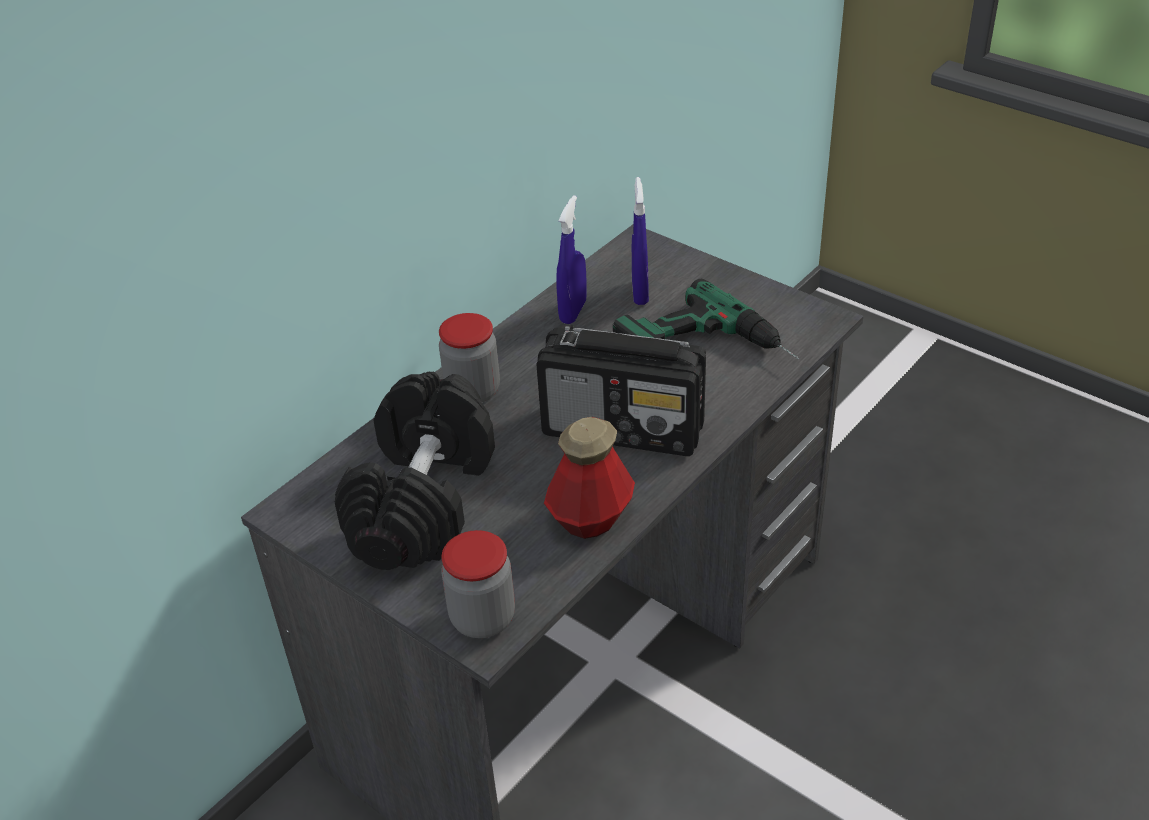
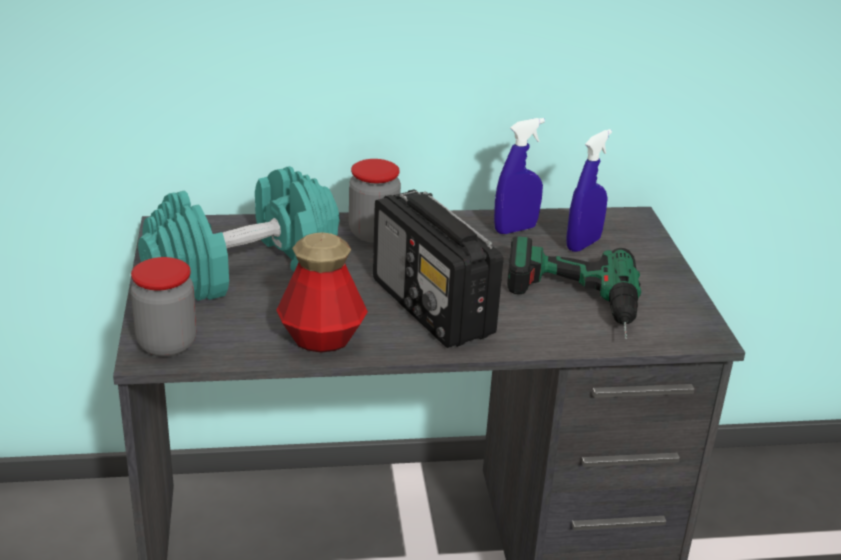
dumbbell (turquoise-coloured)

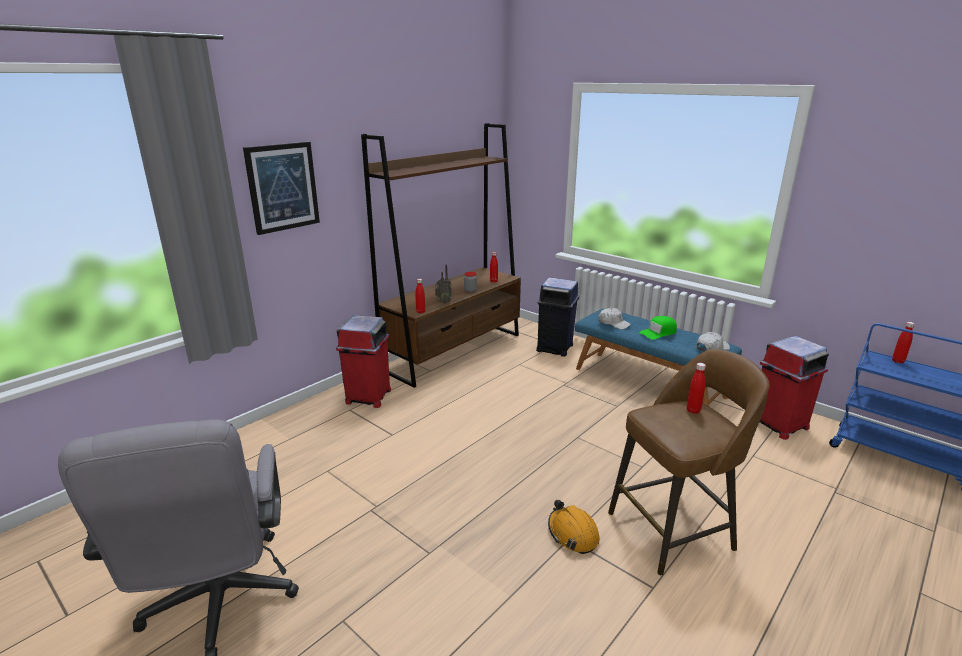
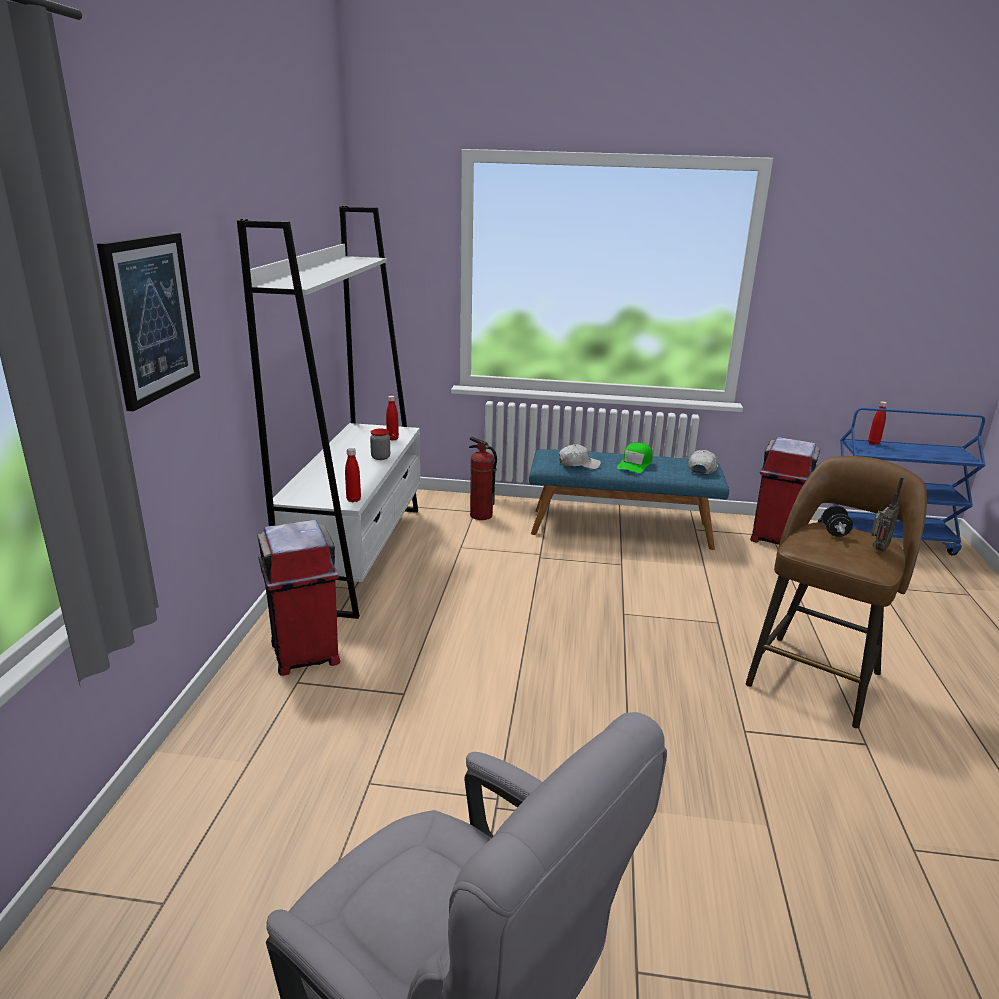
bookcase (white-coloured); radio receiver; fire-fighting cylinder; dumbbell (black); work helmet (orangey)

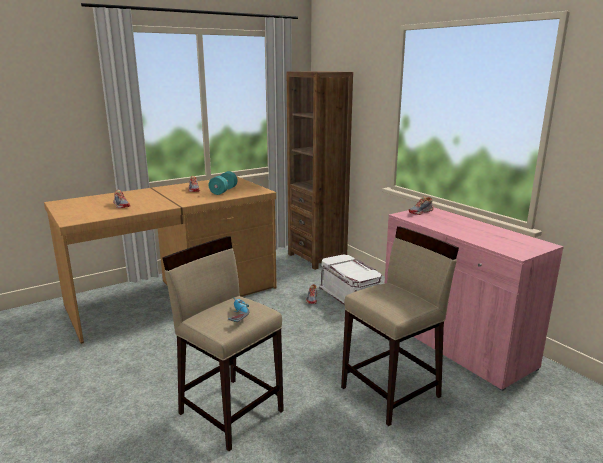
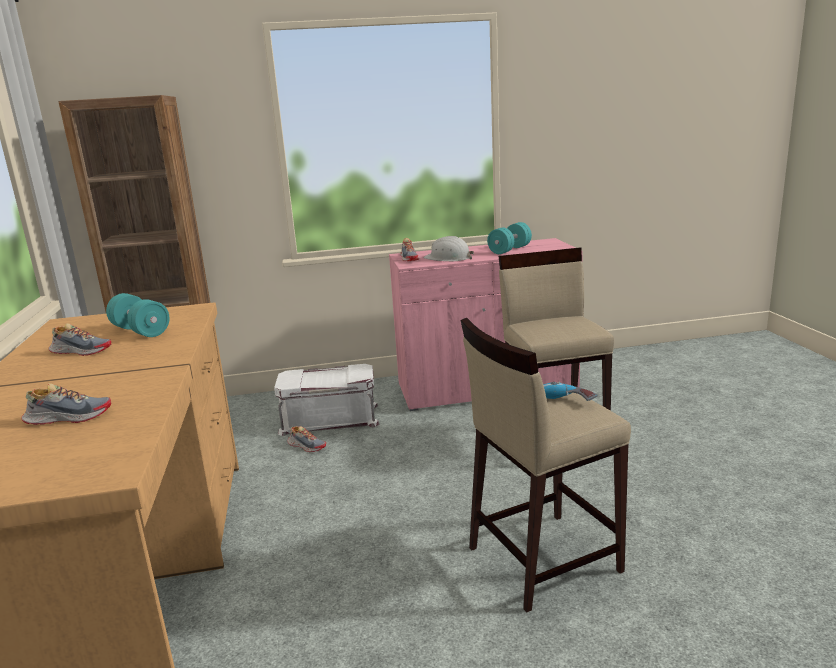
dumbbell (turquoise-coloured) (no. 2 from left); work helmet (white-coloured)

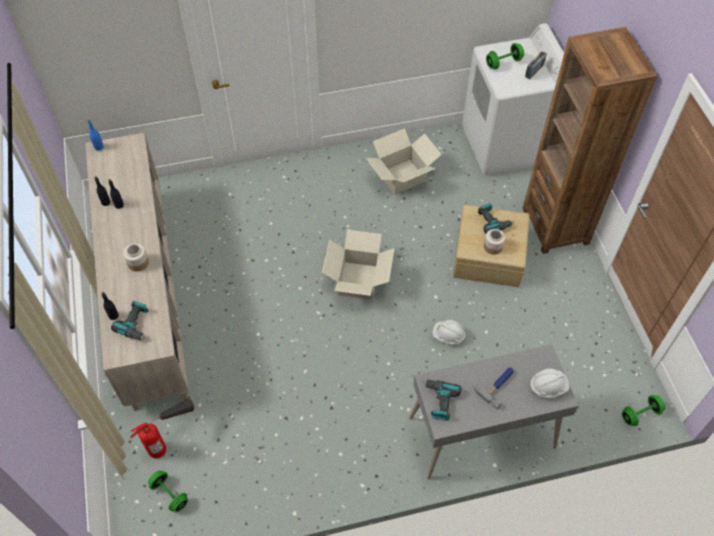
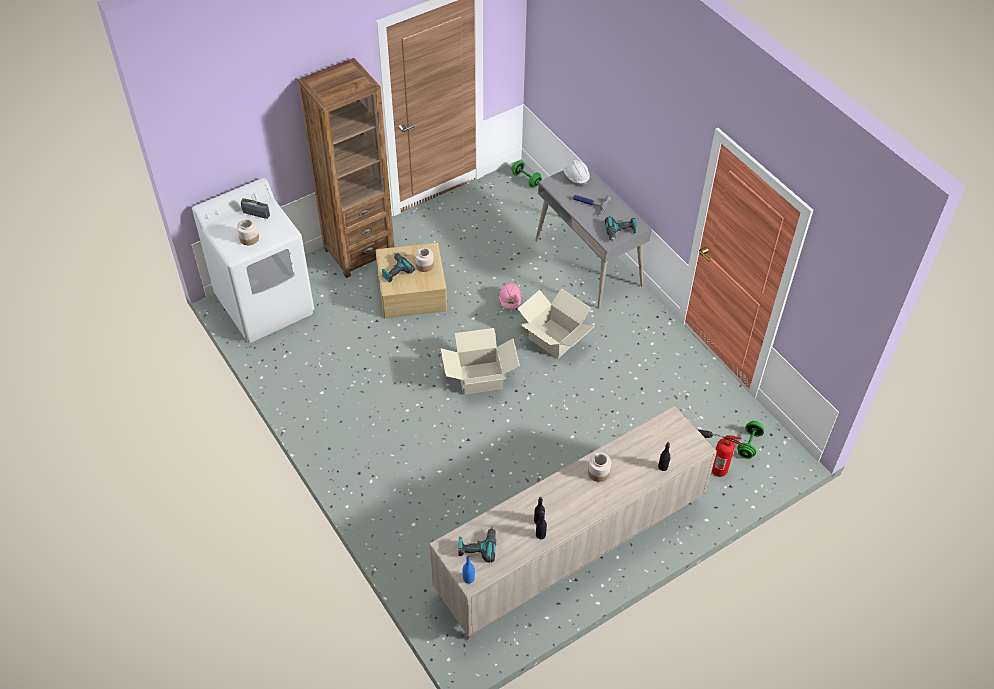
jar (no. 1 from left); packing box (no. 2 from left); power drill (no. 2 from left); work helmet (pink-coloured)

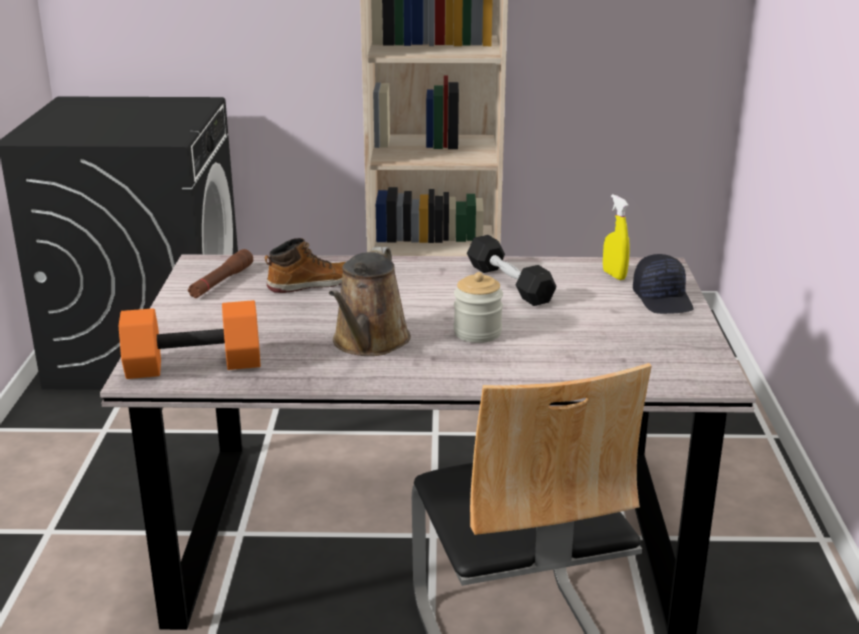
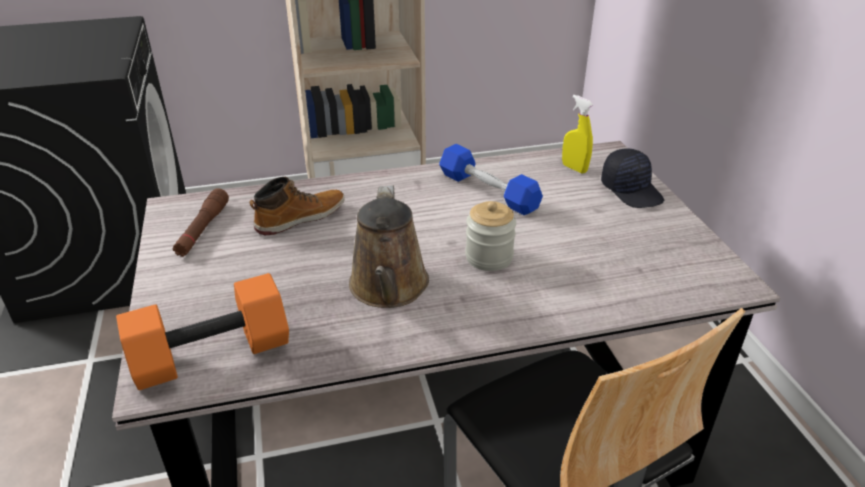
dumbbell (bluish)

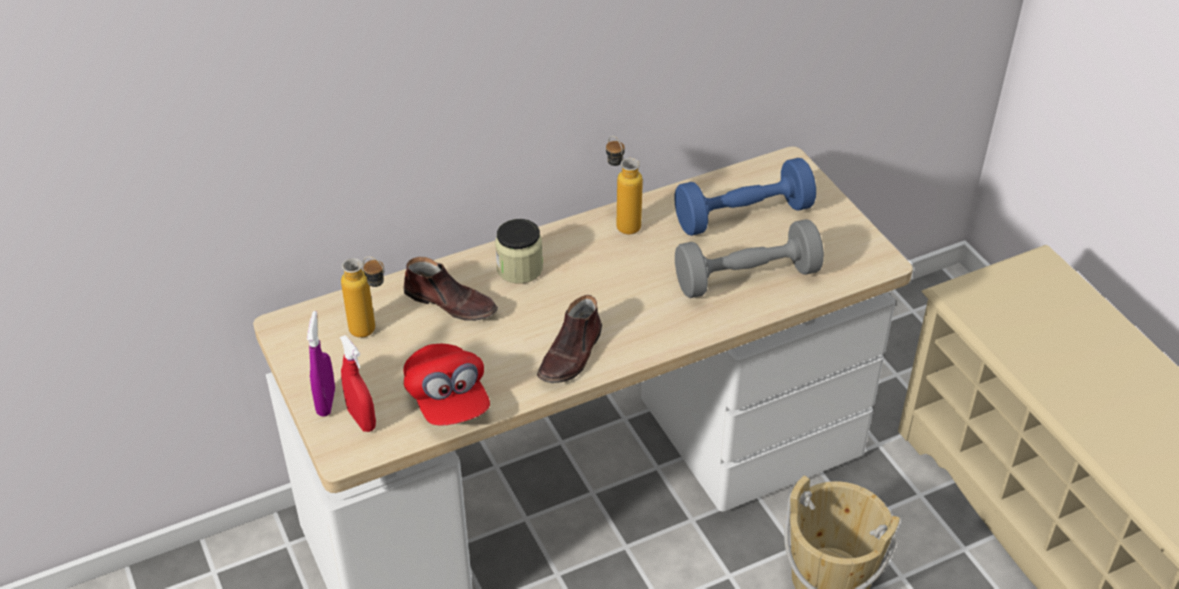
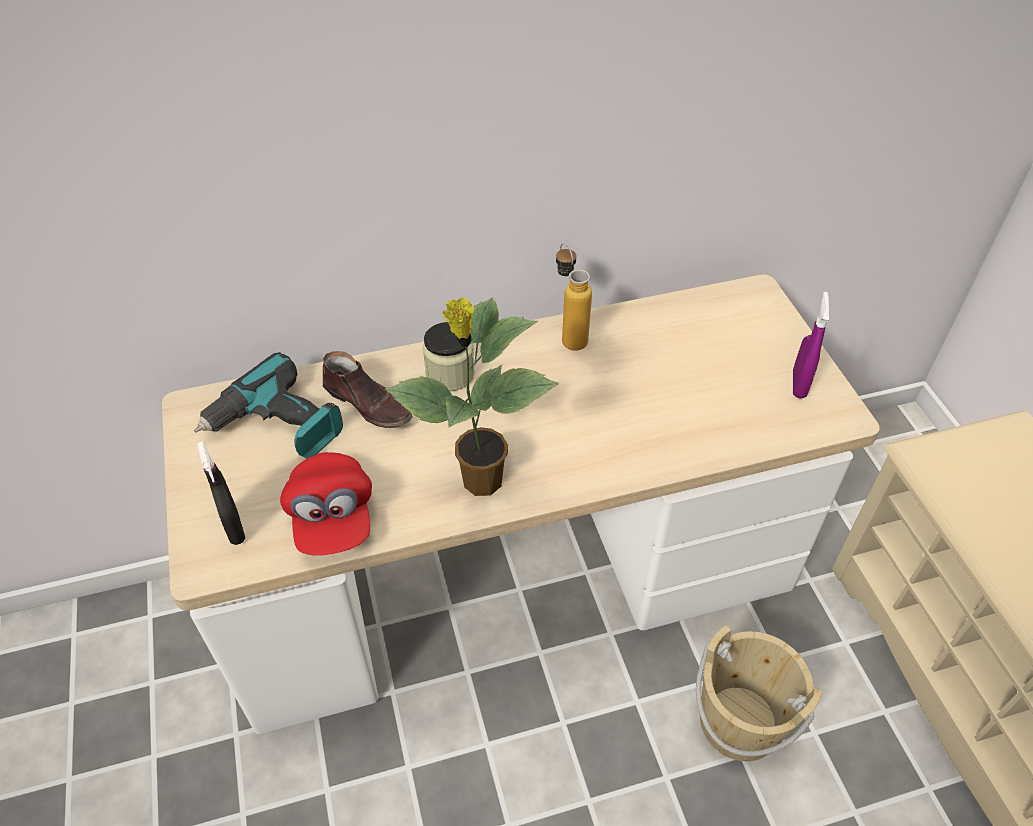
dumbbell (bluish); dumbbell (gray); power drill; plant in a pot; spray bottle (purple-coloured); spray bottle (black)

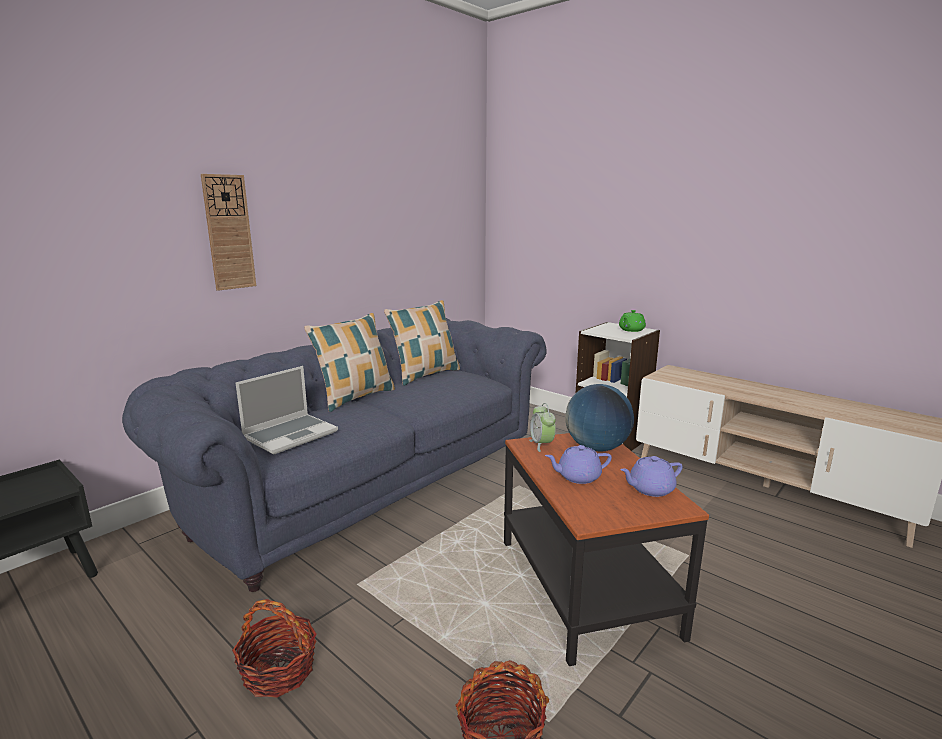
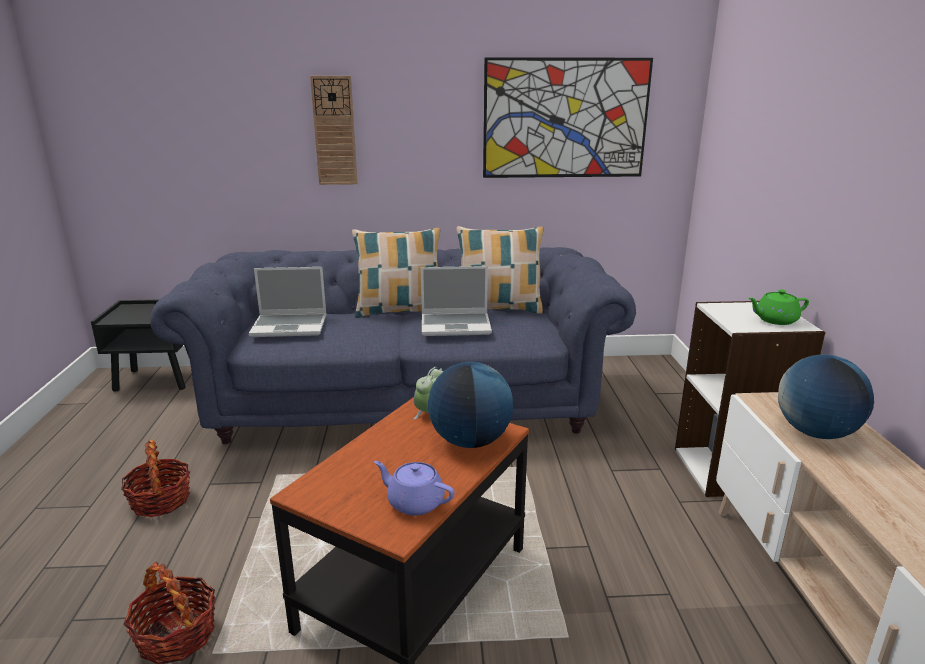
pot for tea (purple-coloured) (no. 1 from left in the first image); wall picture; laptop (no. 2 from left); desk globe (no. 2 from left)

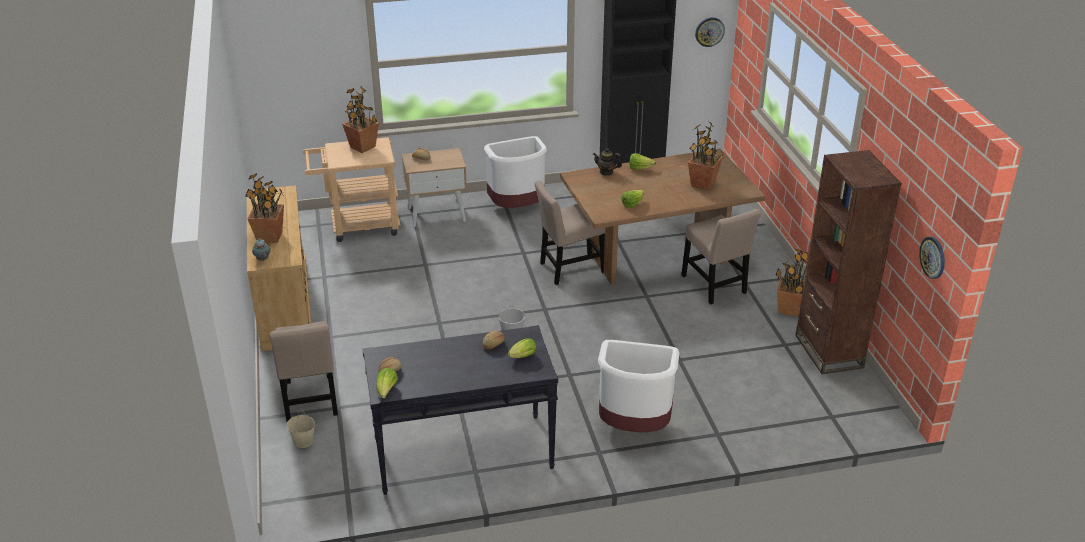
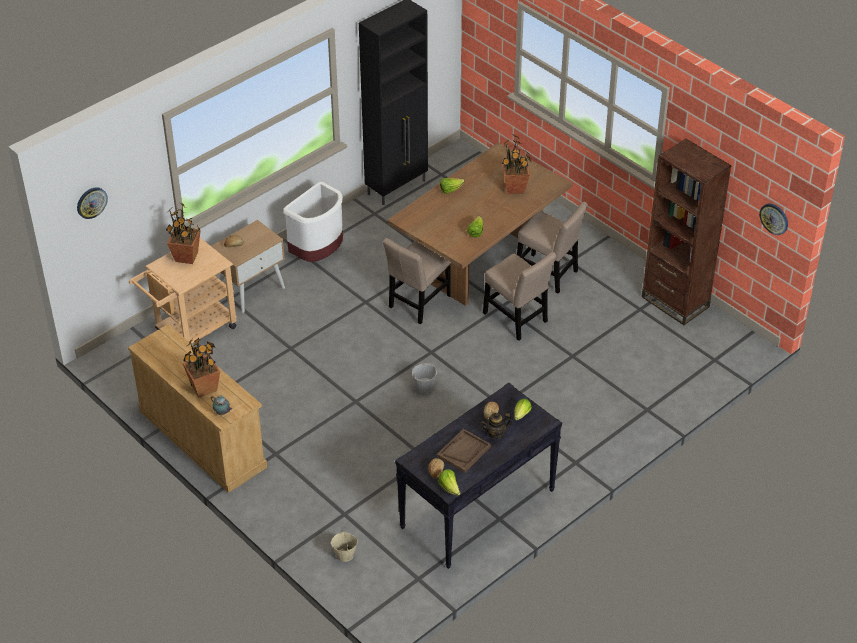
hanging clock (no. 1 from left); pot for tea (no. 2 from left); plant in a pot (no. 4 from left in the first image); chair (beige) (no. 2 from left); trash can (white-coloured) (no. 2 from left in the first image); carrying tray (brown-coloured)

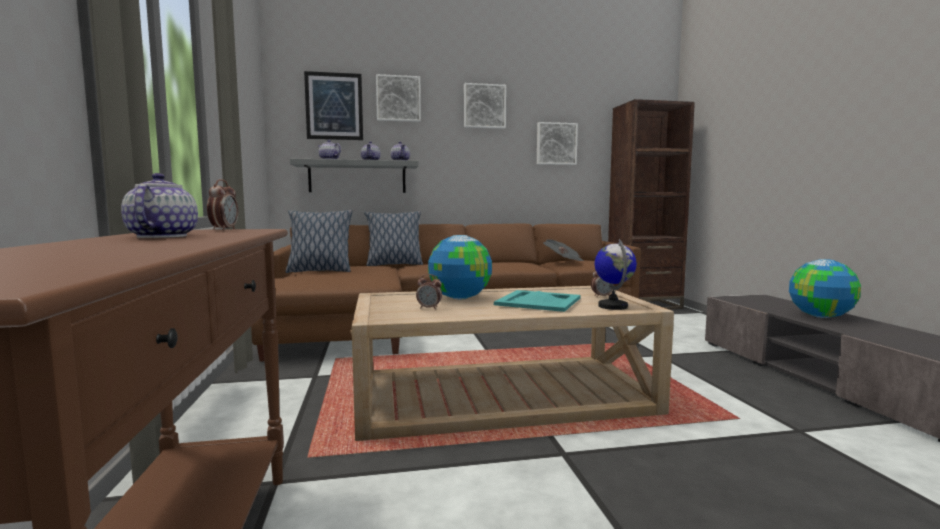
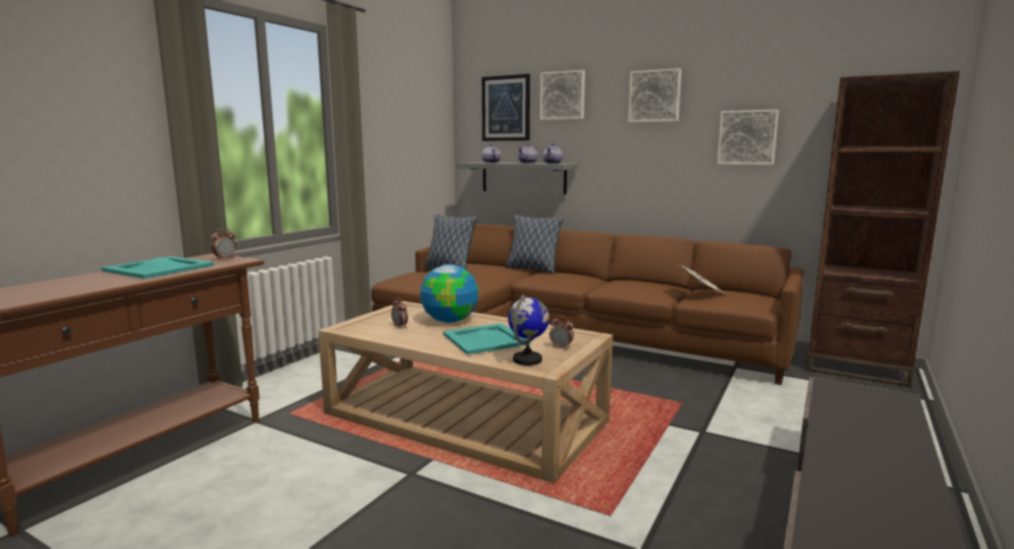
carrying tray (turquoise-coloured) (no. 1 from left); desk globe (no. 3 from left in the first image)

